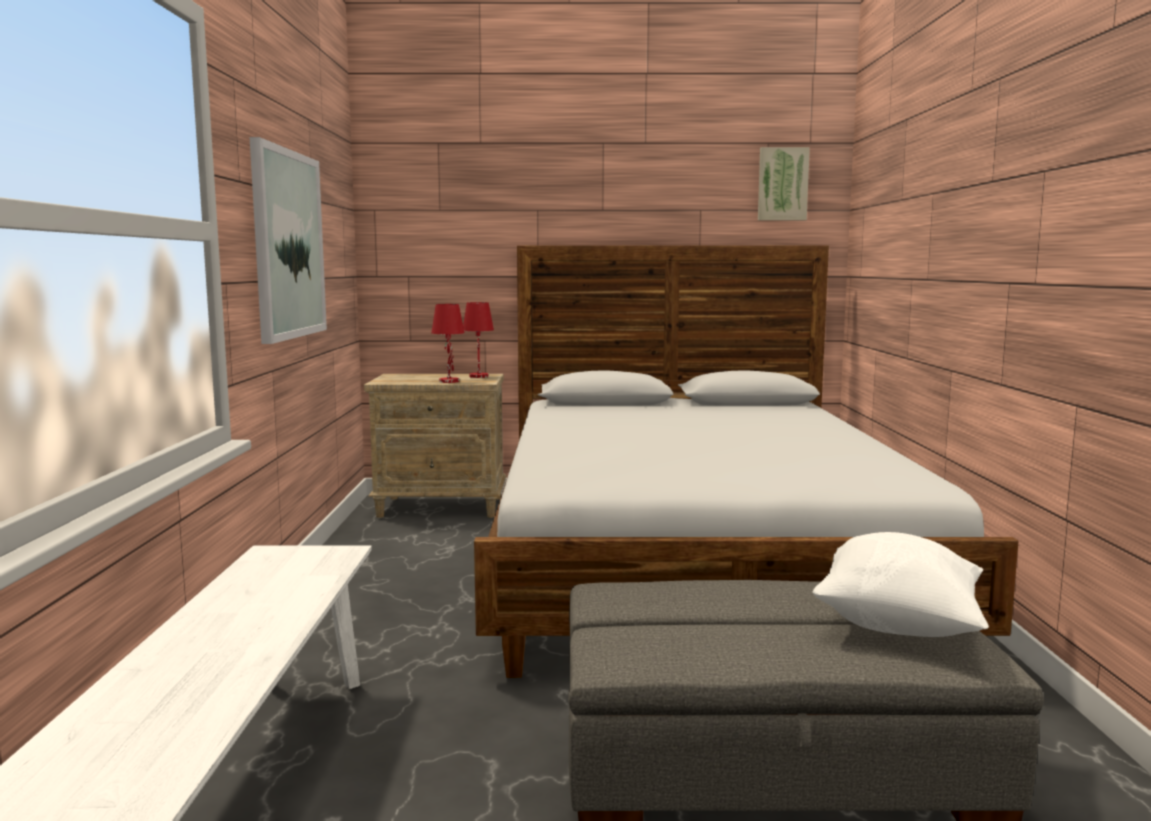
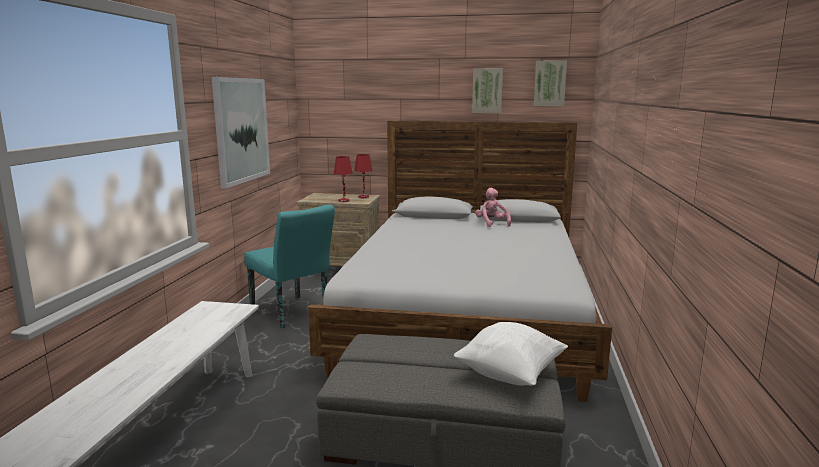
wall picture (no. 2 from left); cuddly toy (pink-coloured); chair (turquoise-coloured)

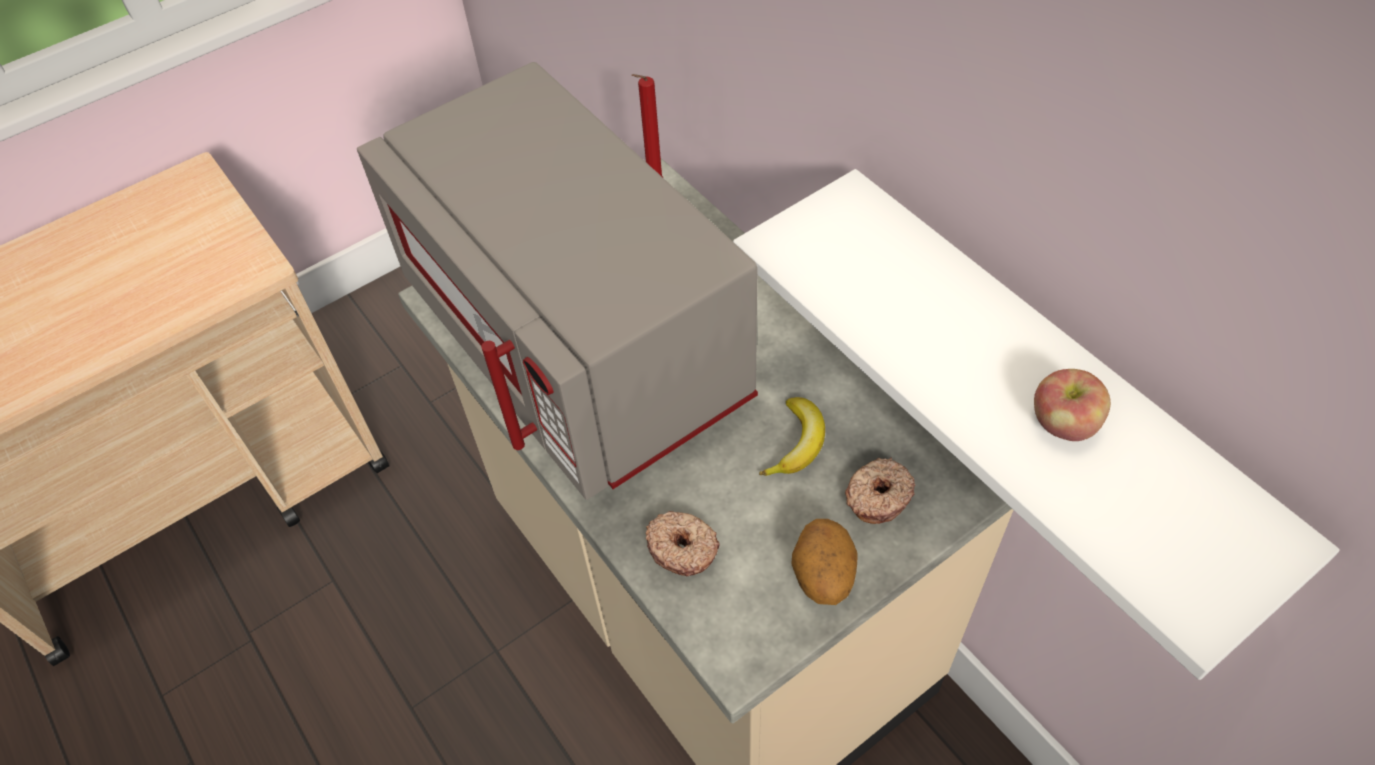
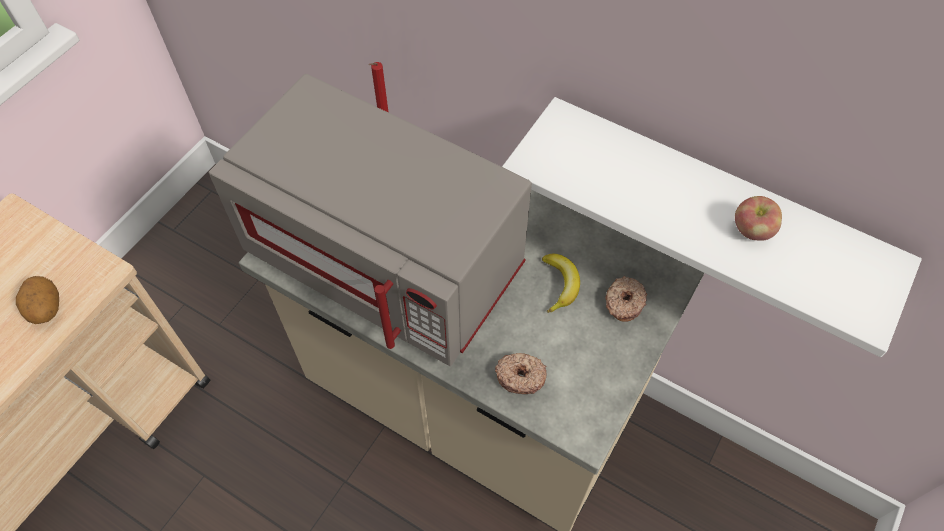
whole potato

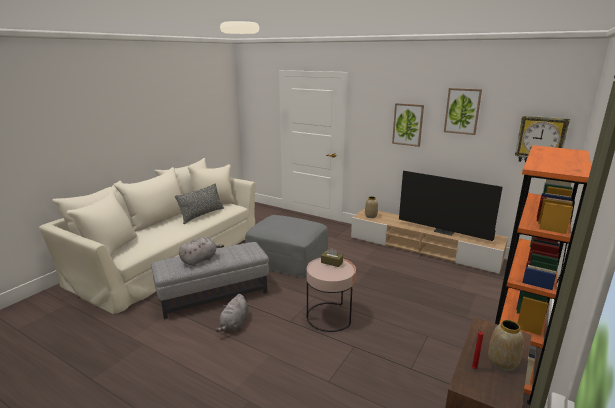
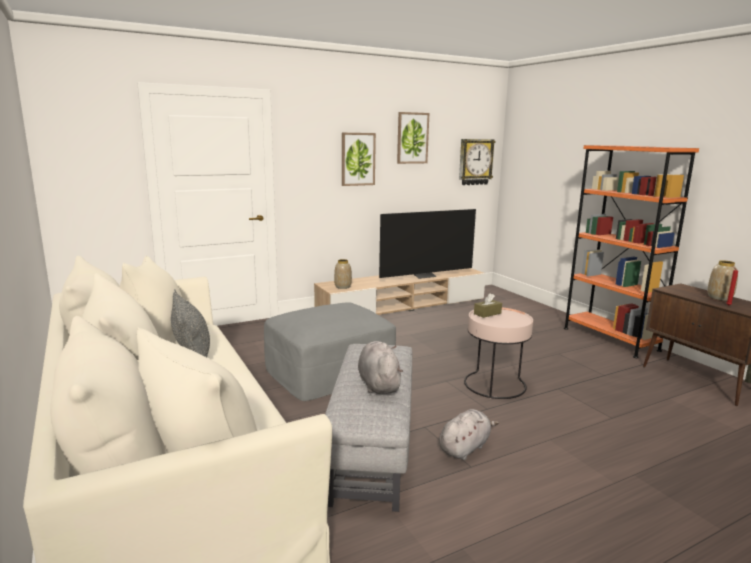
cuddly toy (gray) (no. 2 from left)

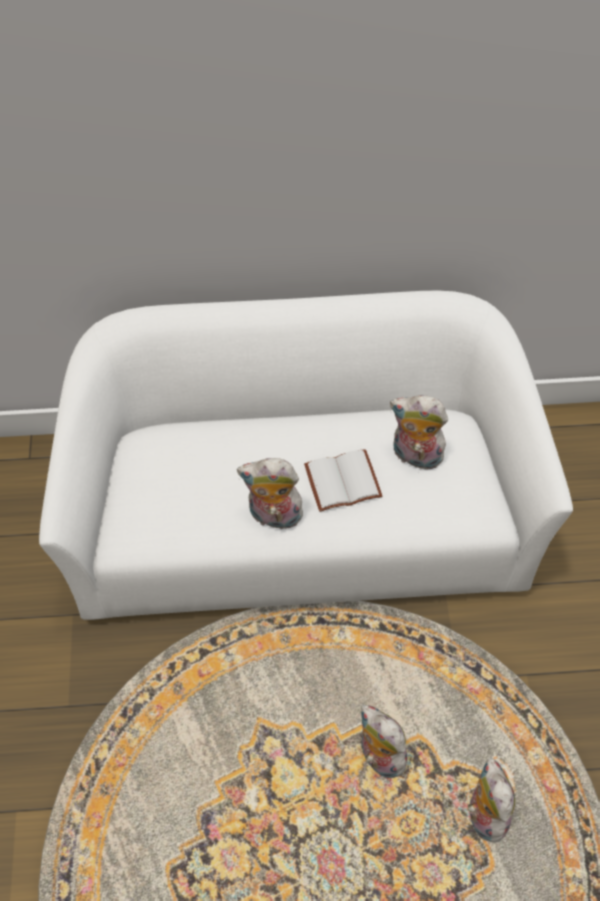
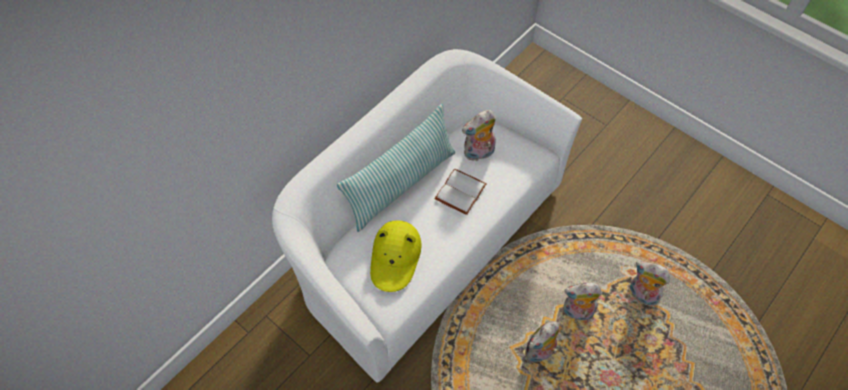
cuddly toy (no. 2 from left); cushion; clothing hat (yellowish)

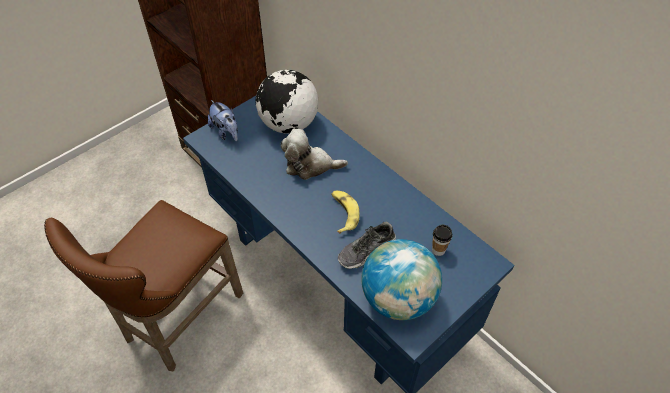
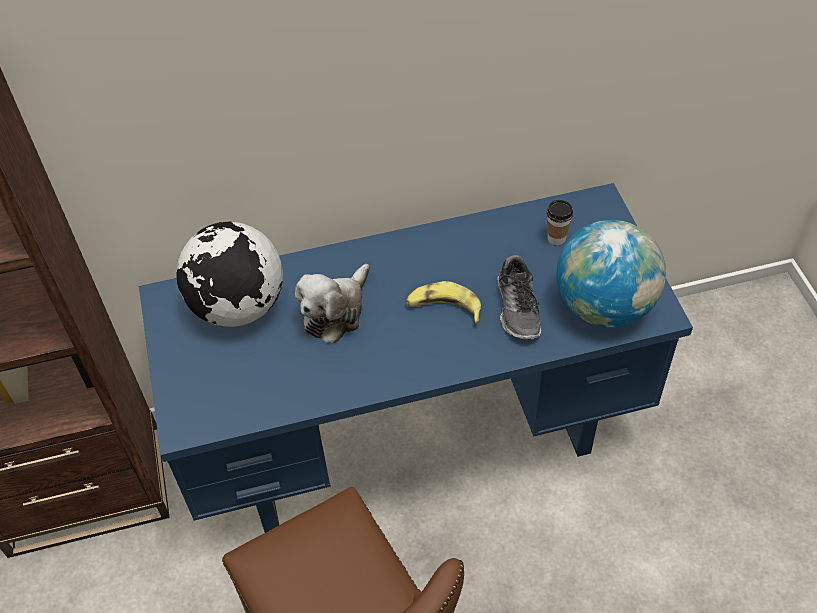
cuddly toy (no. 1 from left in the first image)

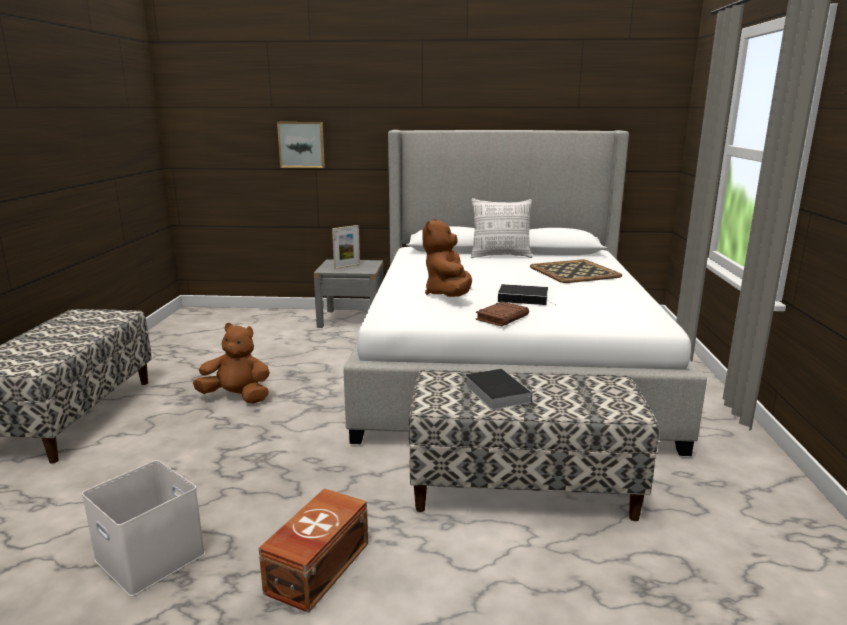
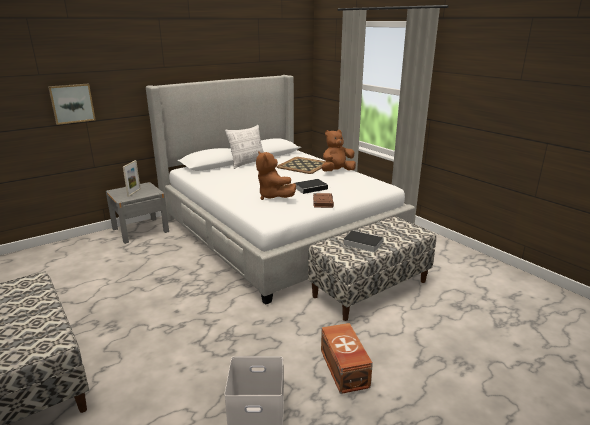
cuddly toy (brown-coloured) (no. 2 from left)

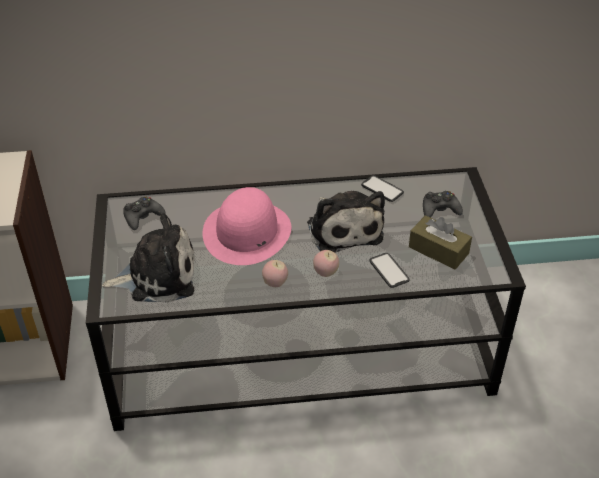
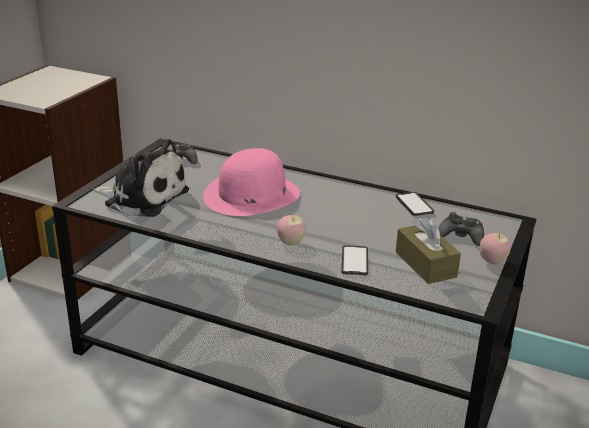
cuddly toy (no. 2 from left in the first image); apple fruit (no. 2 from left)

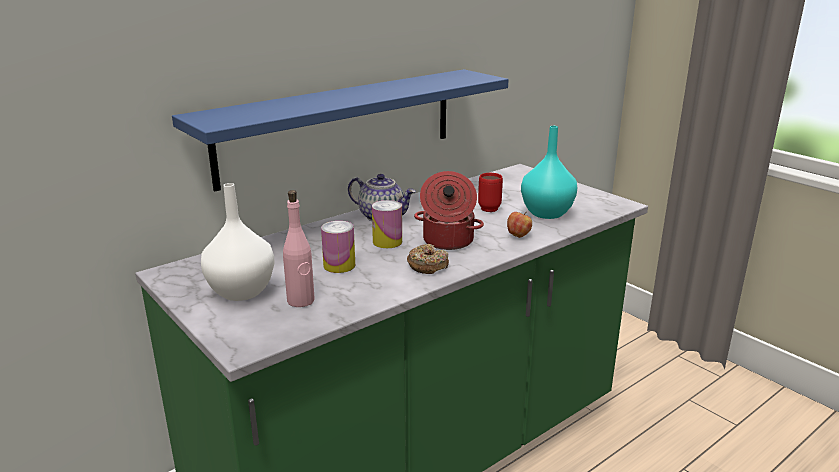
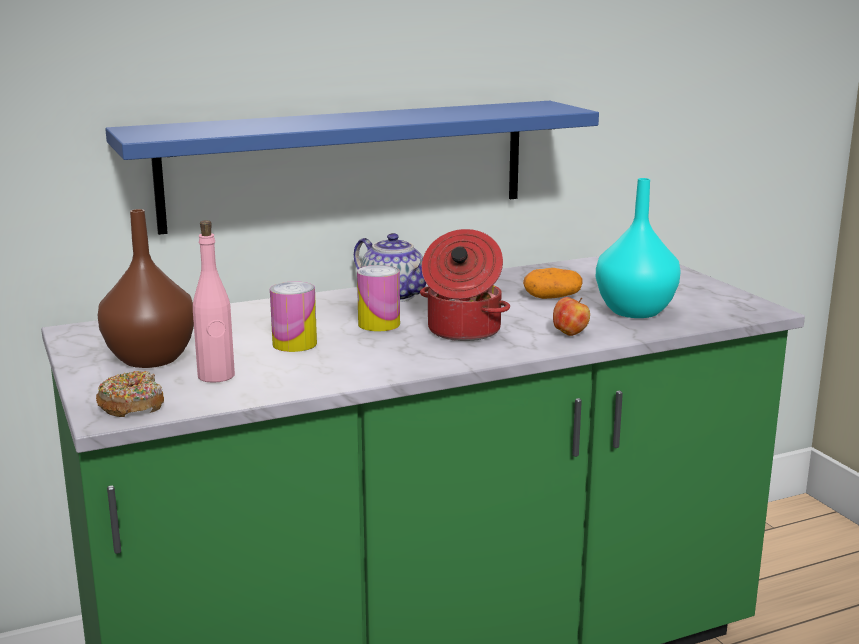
whole potato; flower vase (brown-coloured); ring doughnut

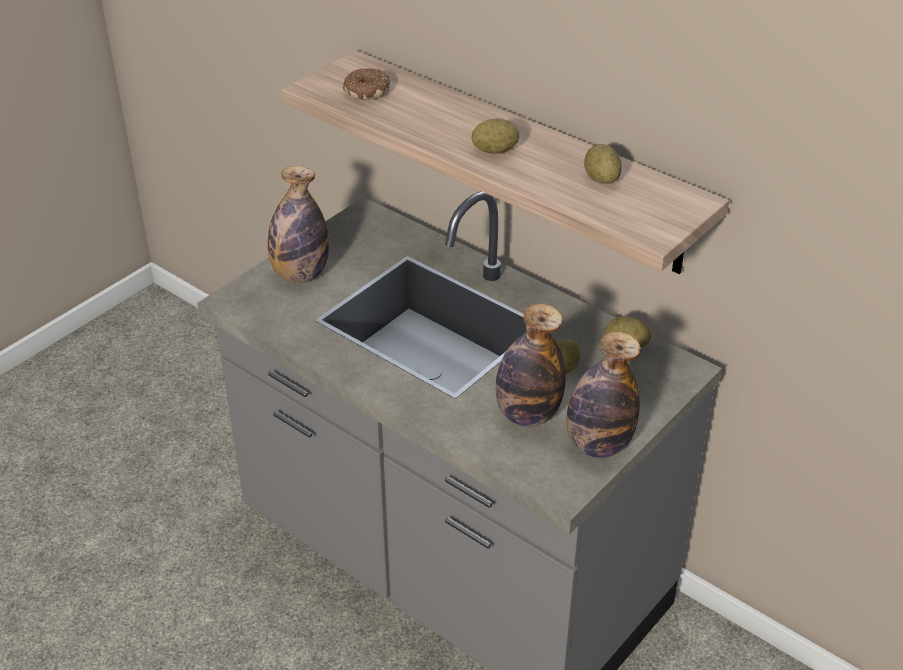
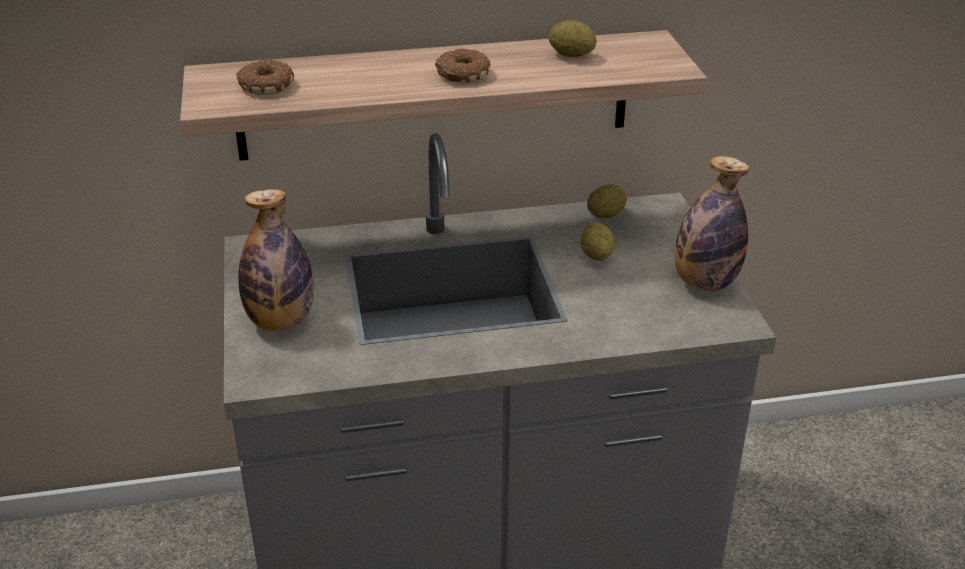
ring doughnut (no. 2 from left); beverage bottle (no. 2 from left in the first image)

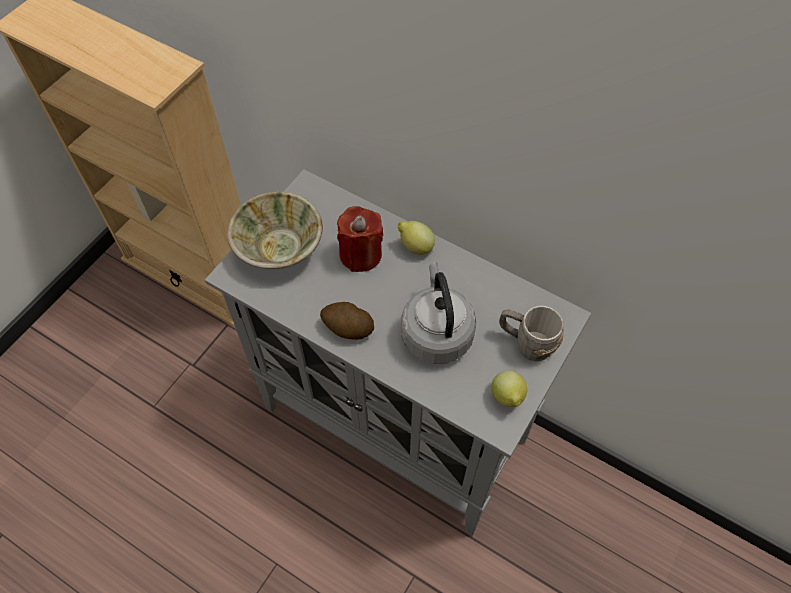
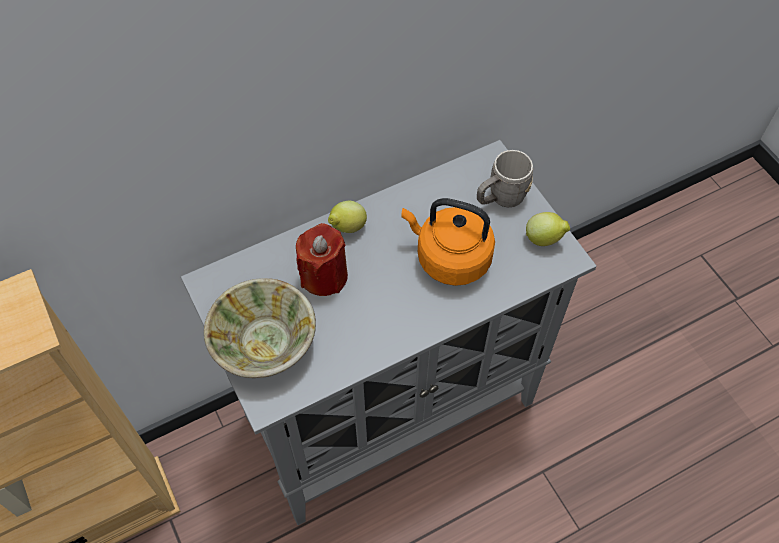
water kettle (orangey); whole potato

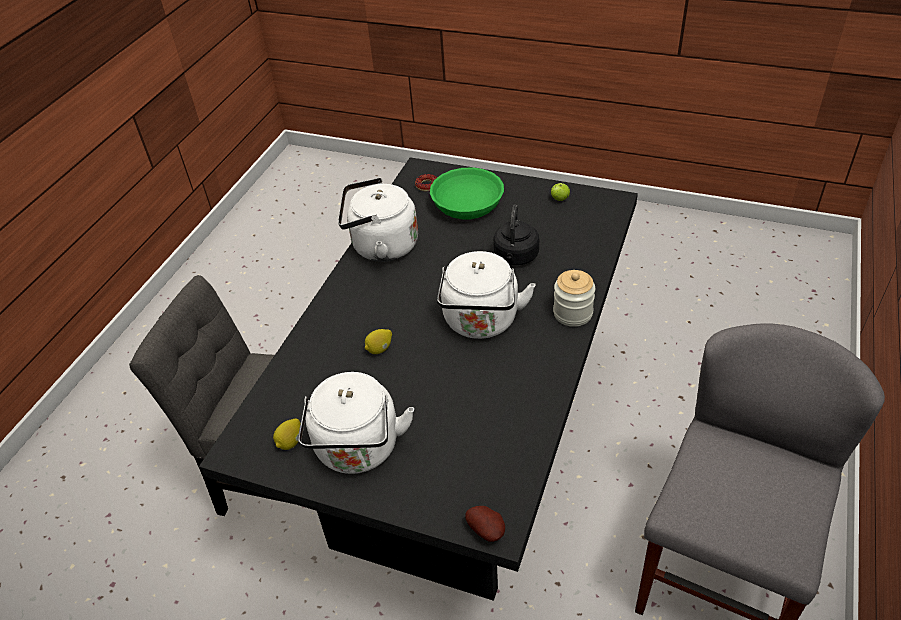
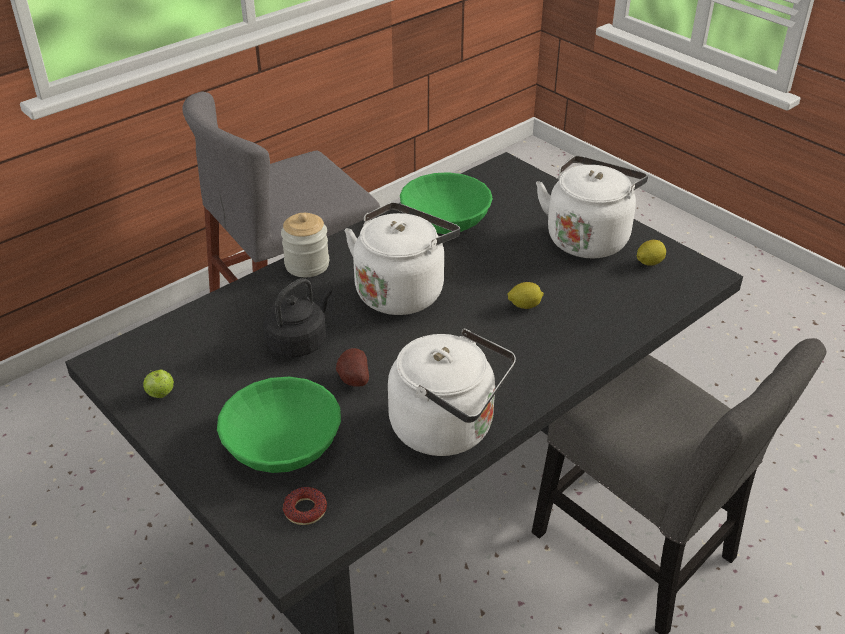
whole potato; deep dish (green) (no. 2 from left)

